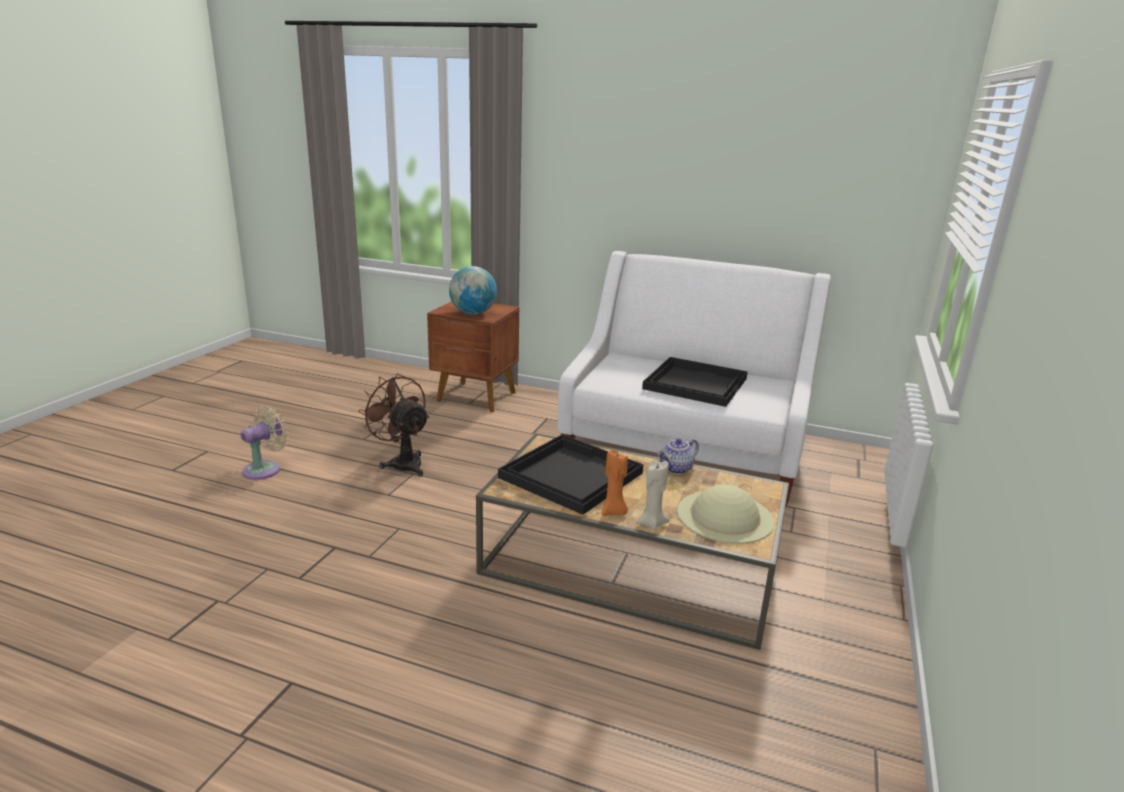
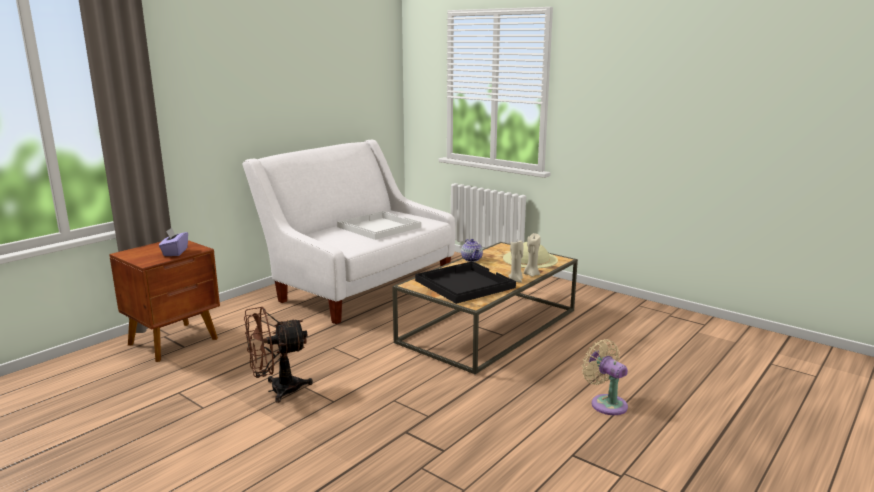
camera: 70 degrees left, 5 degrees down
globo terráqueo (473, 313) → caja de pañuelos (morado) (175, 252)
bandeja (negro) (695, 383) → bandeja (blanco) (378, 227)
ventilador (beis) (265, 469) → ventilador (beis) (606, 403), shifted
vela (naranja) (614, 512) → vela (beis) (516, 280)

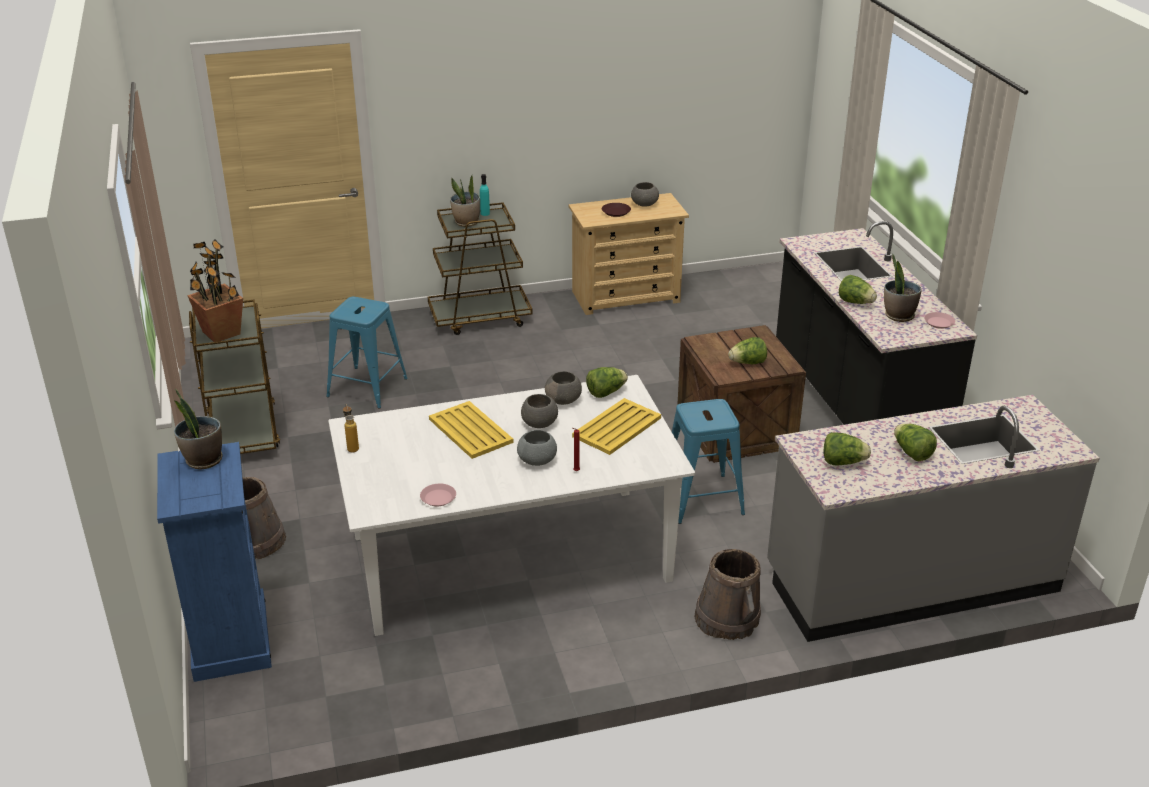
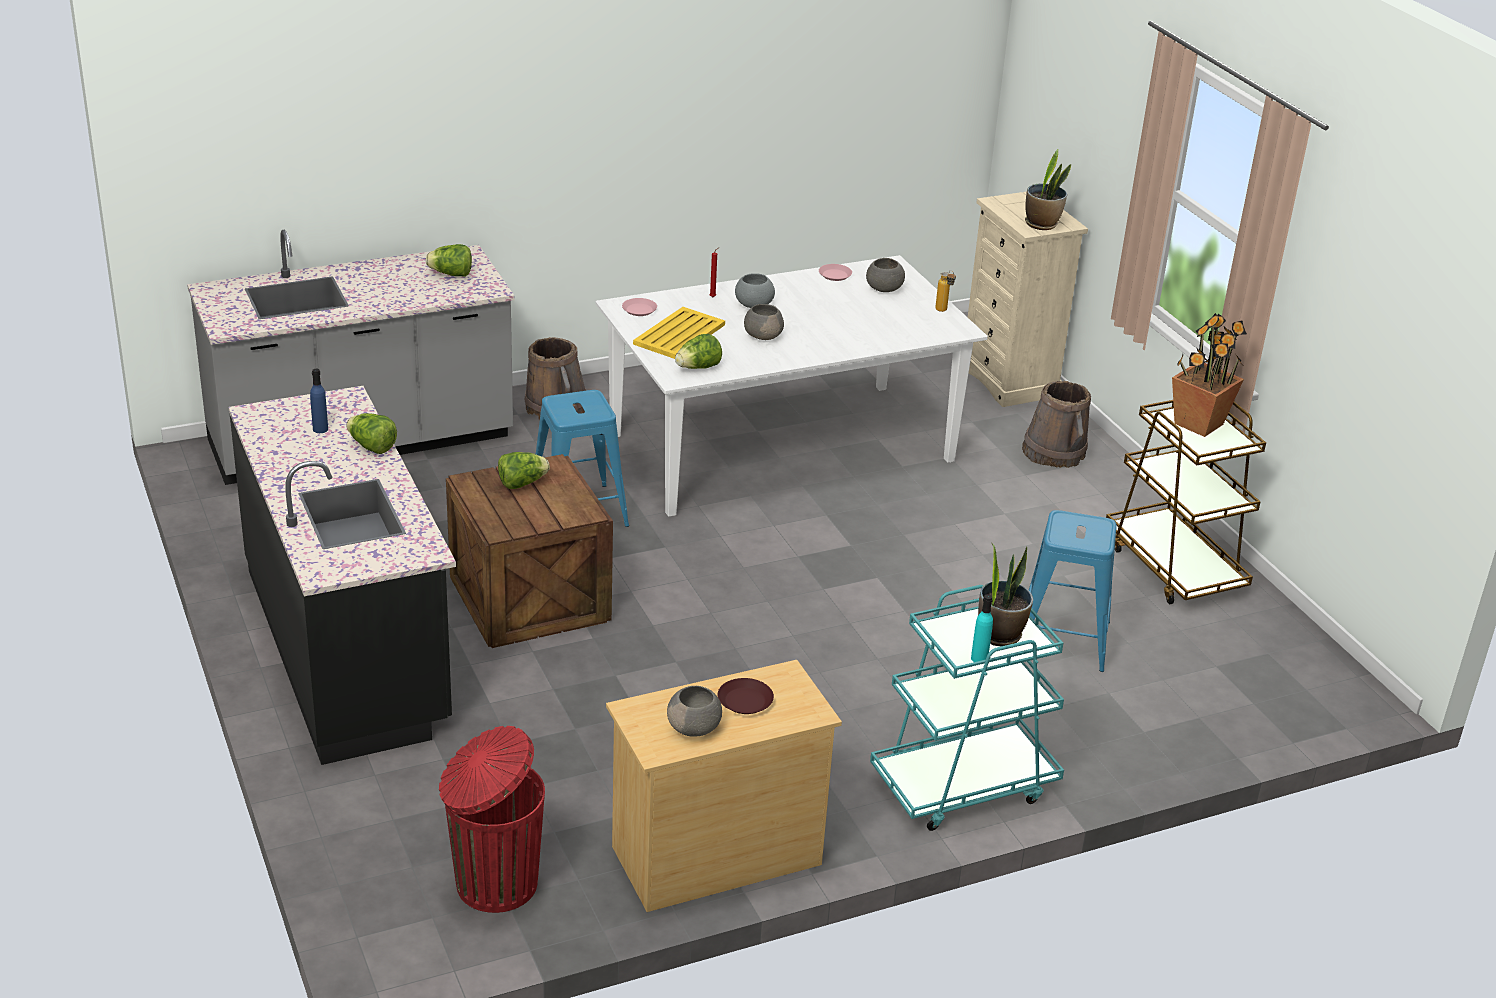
camera: 170 degrees right, 0 degrees up
carrito (marrón) (480, 318) → carrito (turquesa) (963, 785)
planta en maceta (898, 315) → botella (azul) (320, 429)
plato (rosa) (938, 323) → plato (rosa) (639, 310), shifted
cuenco (gris) (564, 400) → cuenco (gris) (883, 288), shifted
bandeja (amarillo) (470, 431) → -
lechuga (912, 453) → -
cómoda (azul) (230, 639) → cómoda (beis) (1010, 380)
- → papelera (rojo) (493, 884)

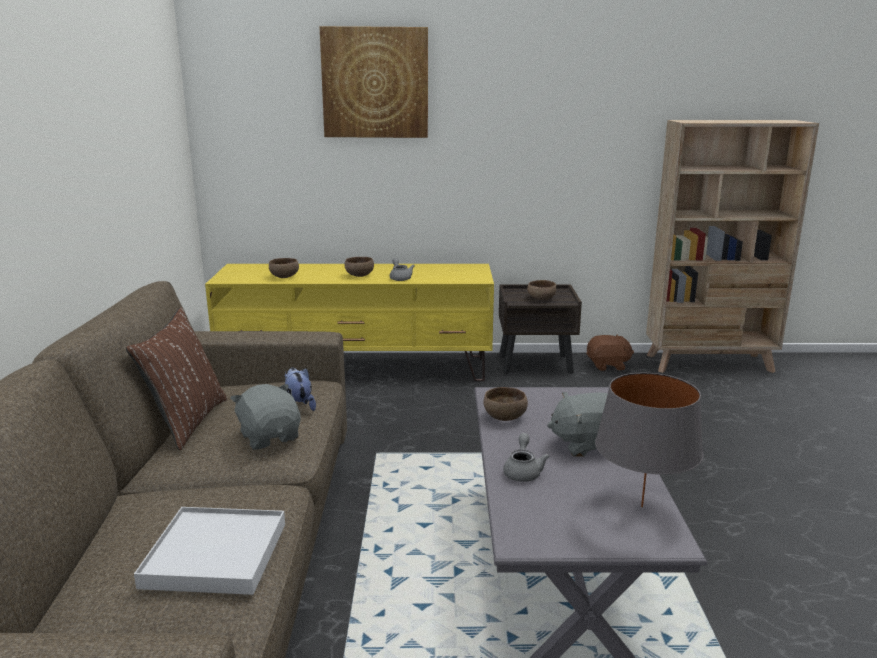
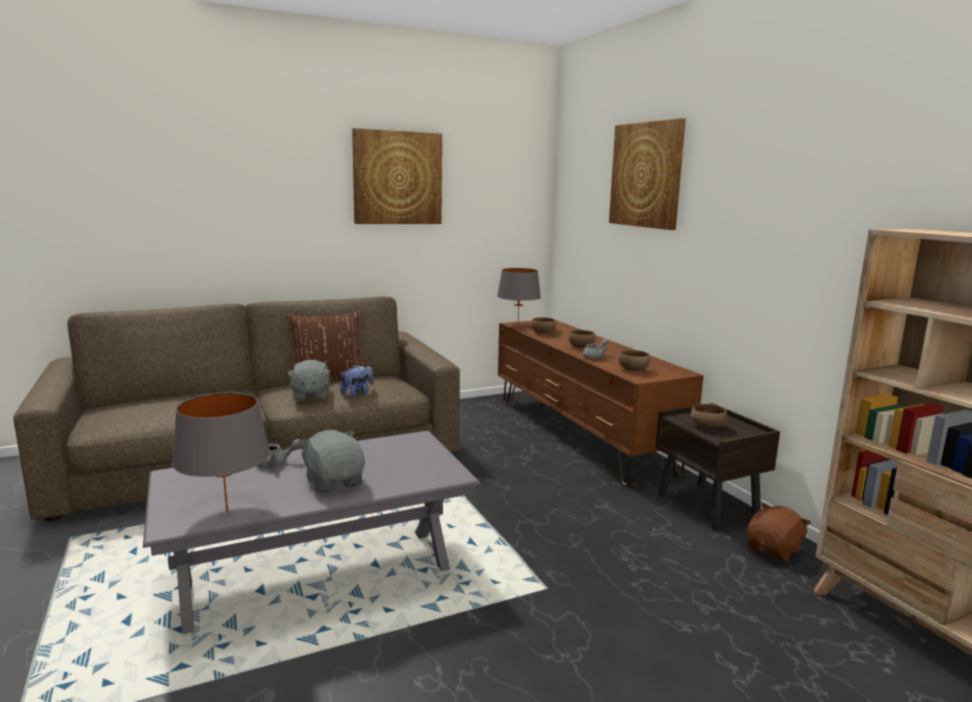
camera: 65 degrees right, 5 degrees down
mueble de televisión (amarillo) (358, 368) → mueble de televisión (marrón) (581, 434)
peluche (marrón) (608, 366) → peluche (marrón) (774, 550), 105 degrees counterclockwise
peluche (gris) (270, 437) → peluche (gris) (310, 396), 135 degrees clockwise
cuenco (marrón) (504, 417) → cuenco (marrón) (633, 369), shifted
bandeja (blanco) (216, 555) → -
- → cuadro (397, 178)
- → lámpara de mesa (gris) (518, 325)

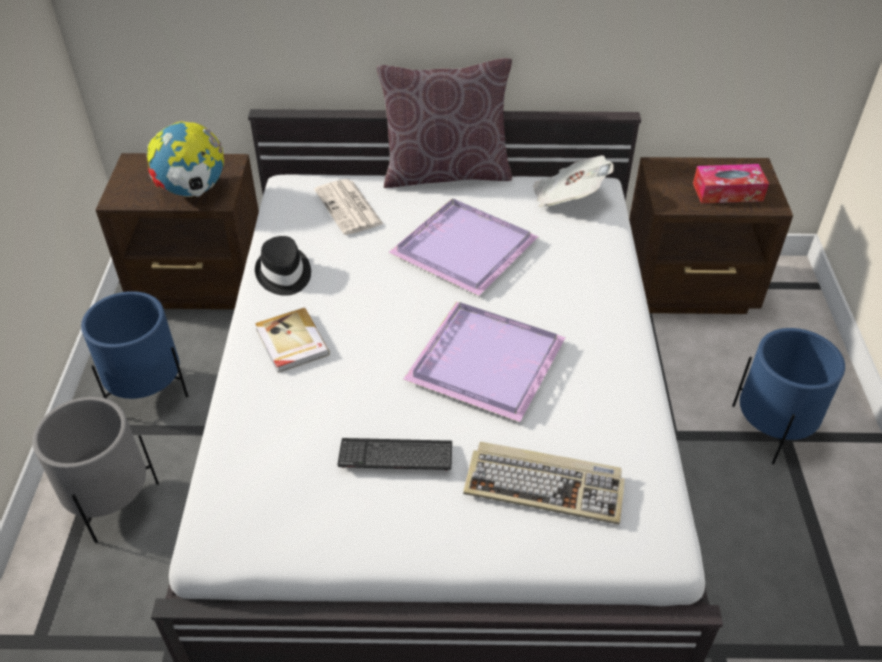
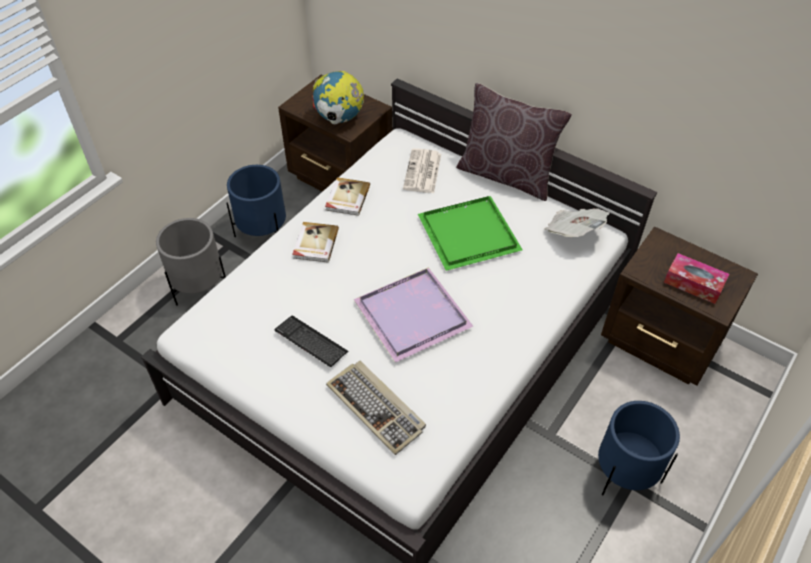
camera: 35 degrees right, 5 degrees up
bandeja (morado) (463, 246) → bandeja (verde) (469, 233)
sombrero (negro) (283, 274) → libro (347, 198)

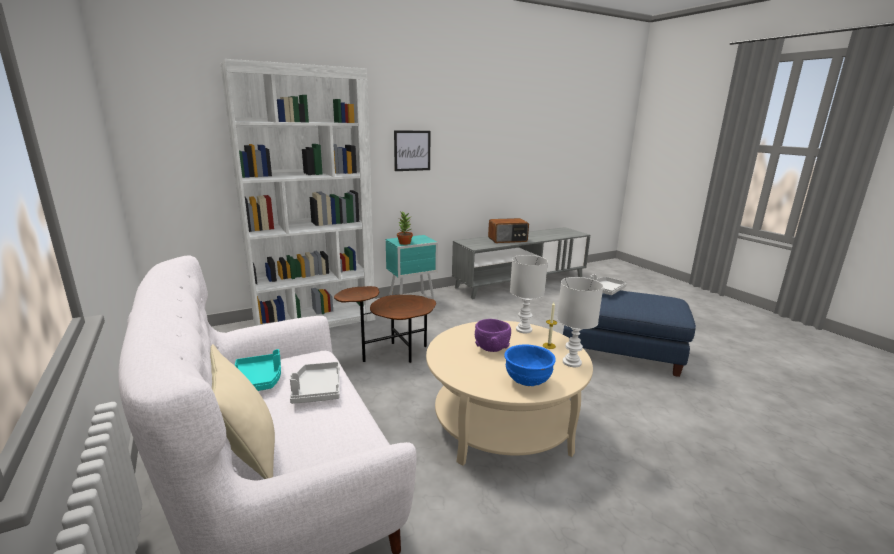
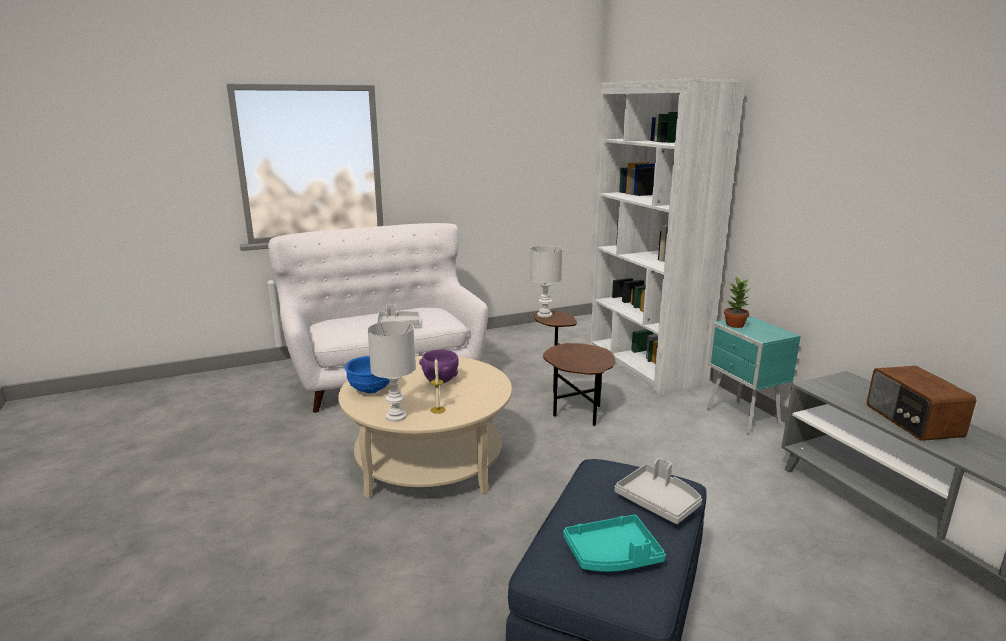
camera: 95 degrees right, 0 degrees up
cuadro (412, 150) → -
lámpara de mesa (blanco) (524, 329) → lámpara de mesa (blanco) (545, 315), shifted
cojín (beis) (249, 455) → -
bandeja (turquesa) (259, 380) → bandeja (turquesa) (613, 555), shifted

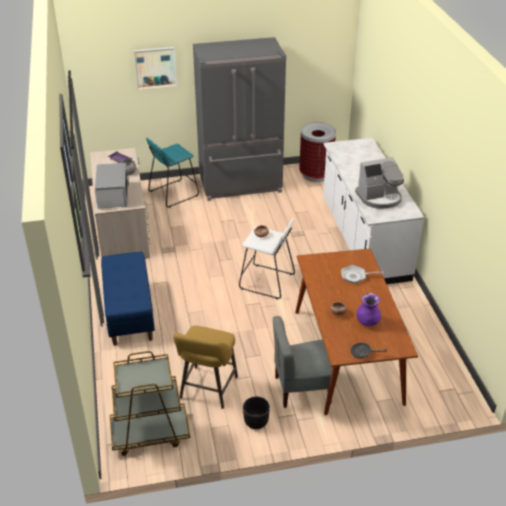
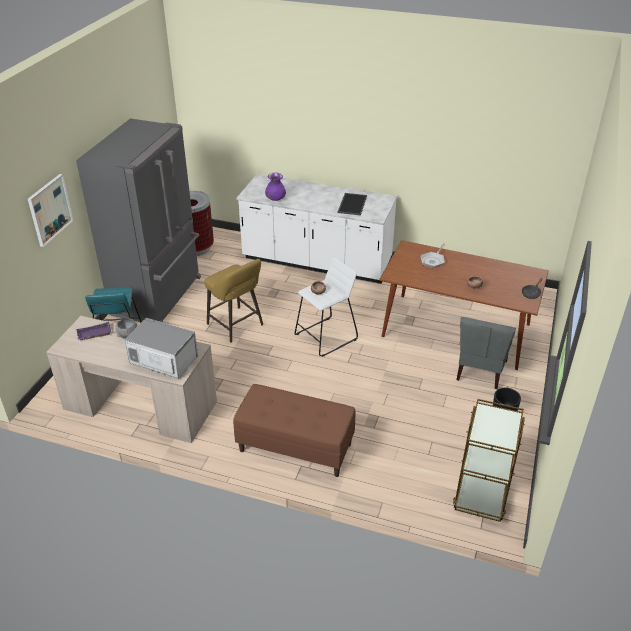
camera: 60 degrees left, 0 degrees up
cafetera (379, 198) → bandeja (351, 204)
banco (azul) (129, 313) → banco (marrón) (294, 448)
florero (morado) (367, 322) → florero (morado) (275, 199), shifted
taburete (amarillo) (207, 390) → taburete (amarillo) (237, 326), shifted

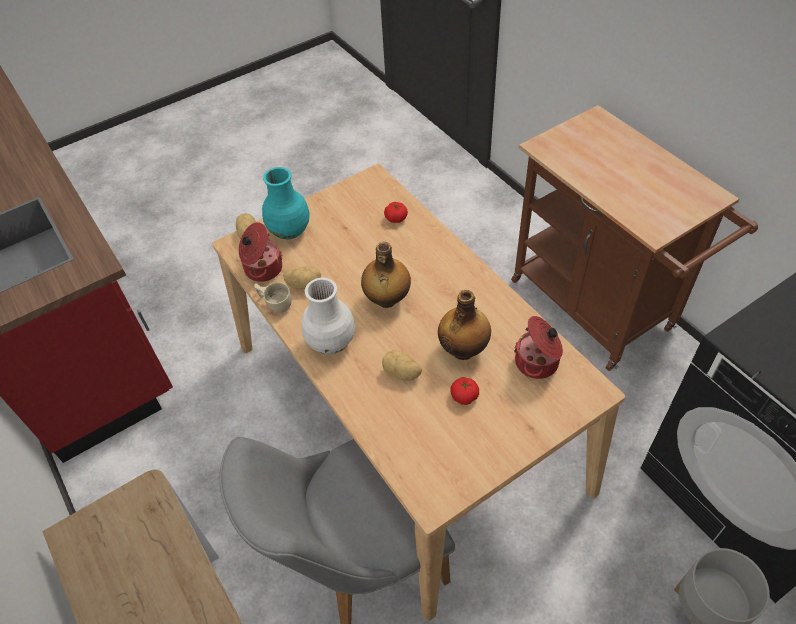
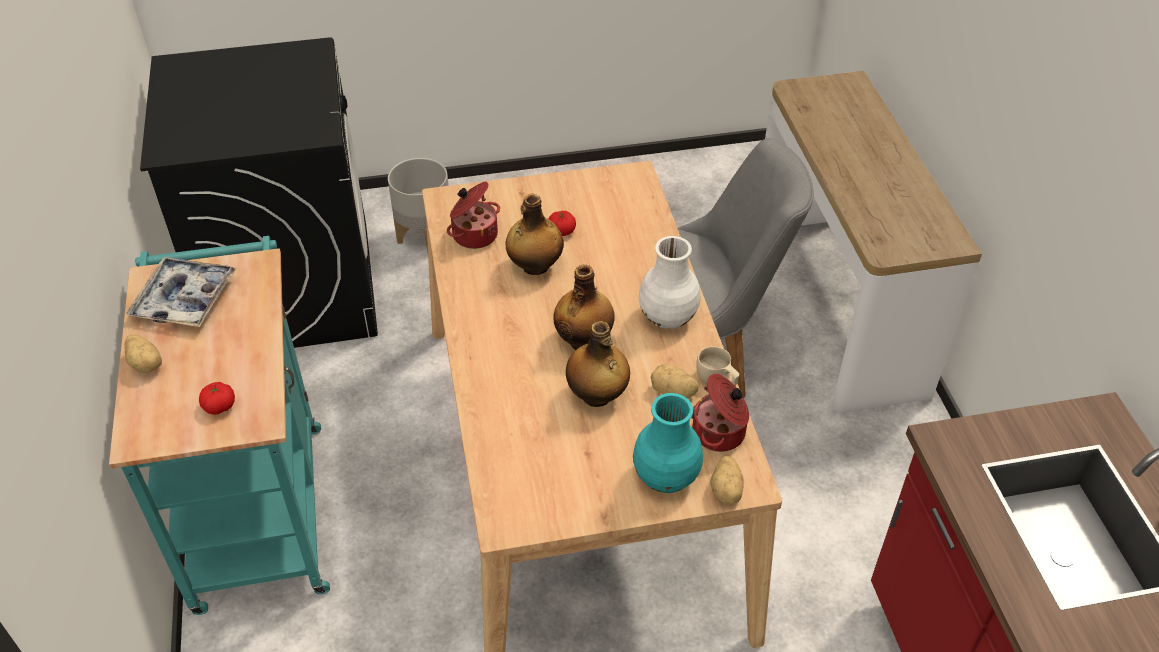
camera: 160 degrees left, 5 degrees down
carrito (marrón) (598, 310) → carrito (turquesa) (258, 503)
tomate (396, 218) → tomate (219, 406), shifted
patata (402, 373) → patata (146, 364), shifted
- → bandeja (184, 299)
- → botella (597, 397)

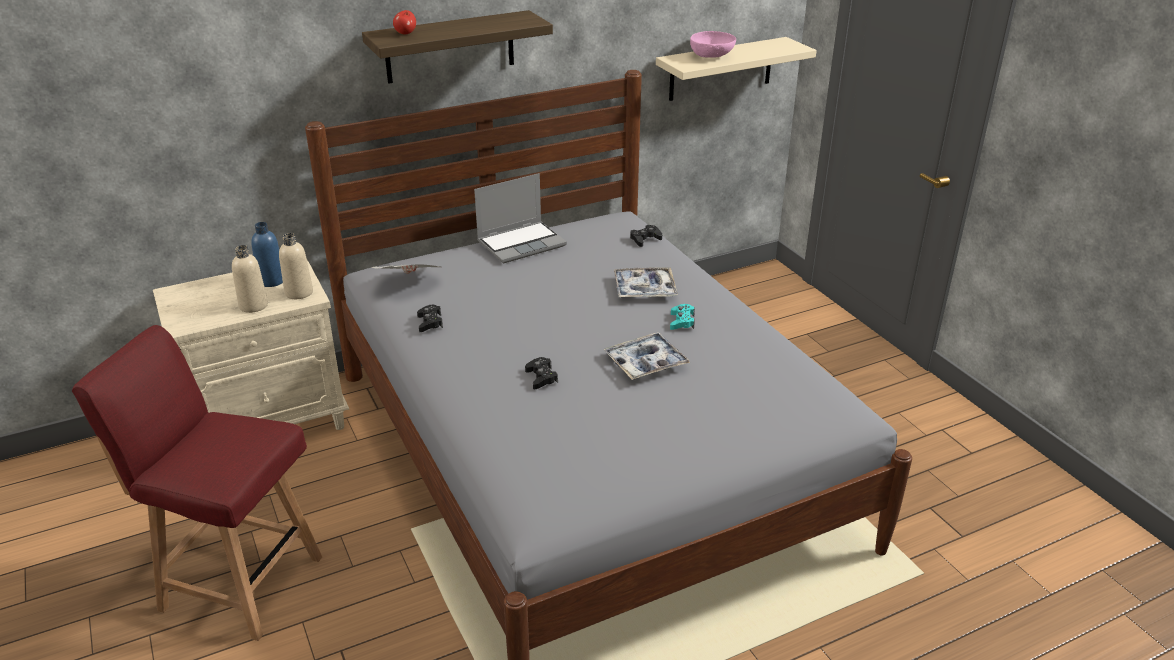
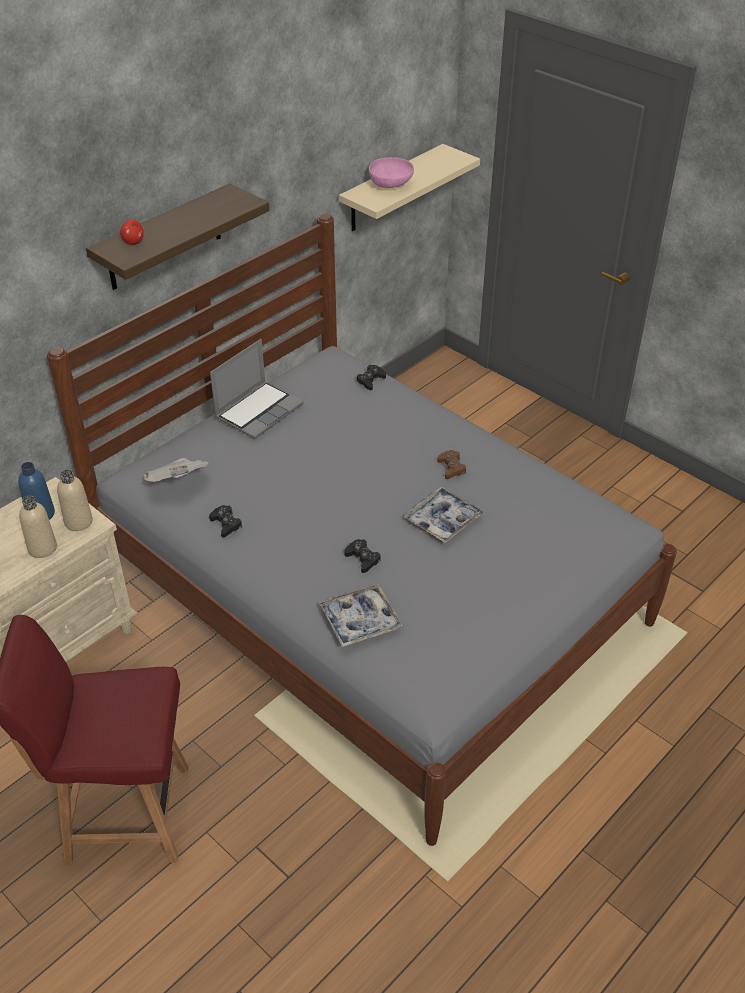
camera: 20 degrees left, 10 degrees up
bandeja (644, 289) → bandeja (360, 621), shifted
mando de consola (turquesa) (682, 322) → mando de consola (marrón) (451, 468)

